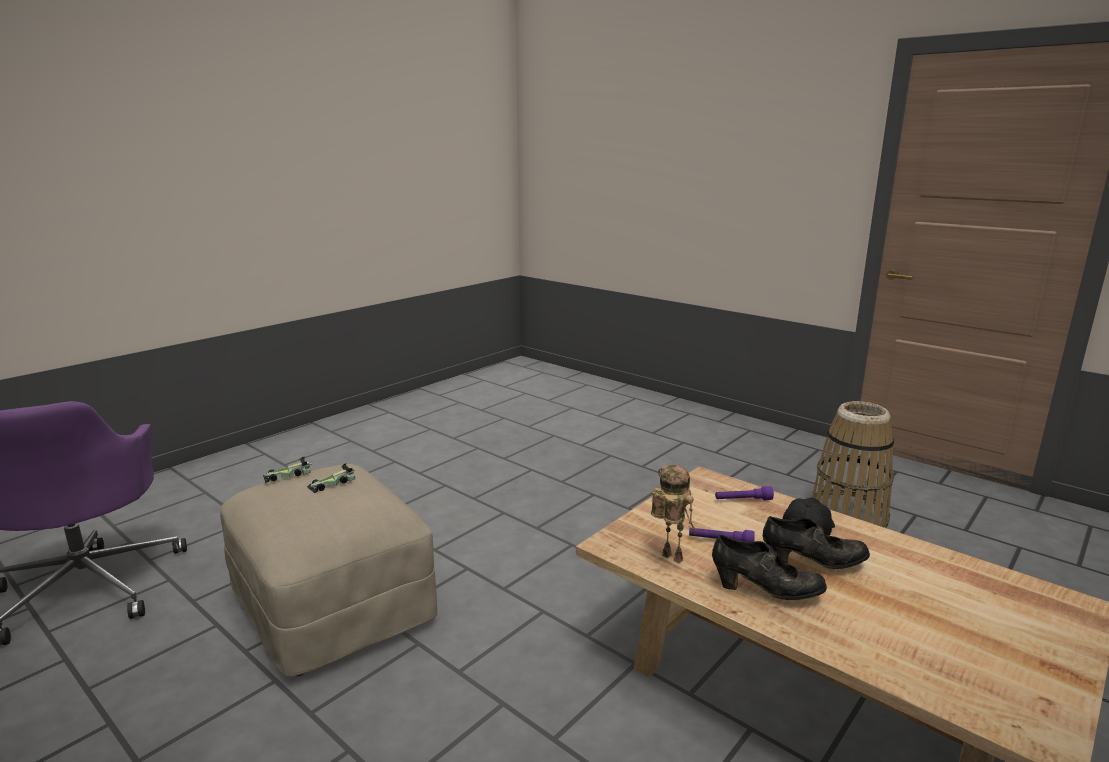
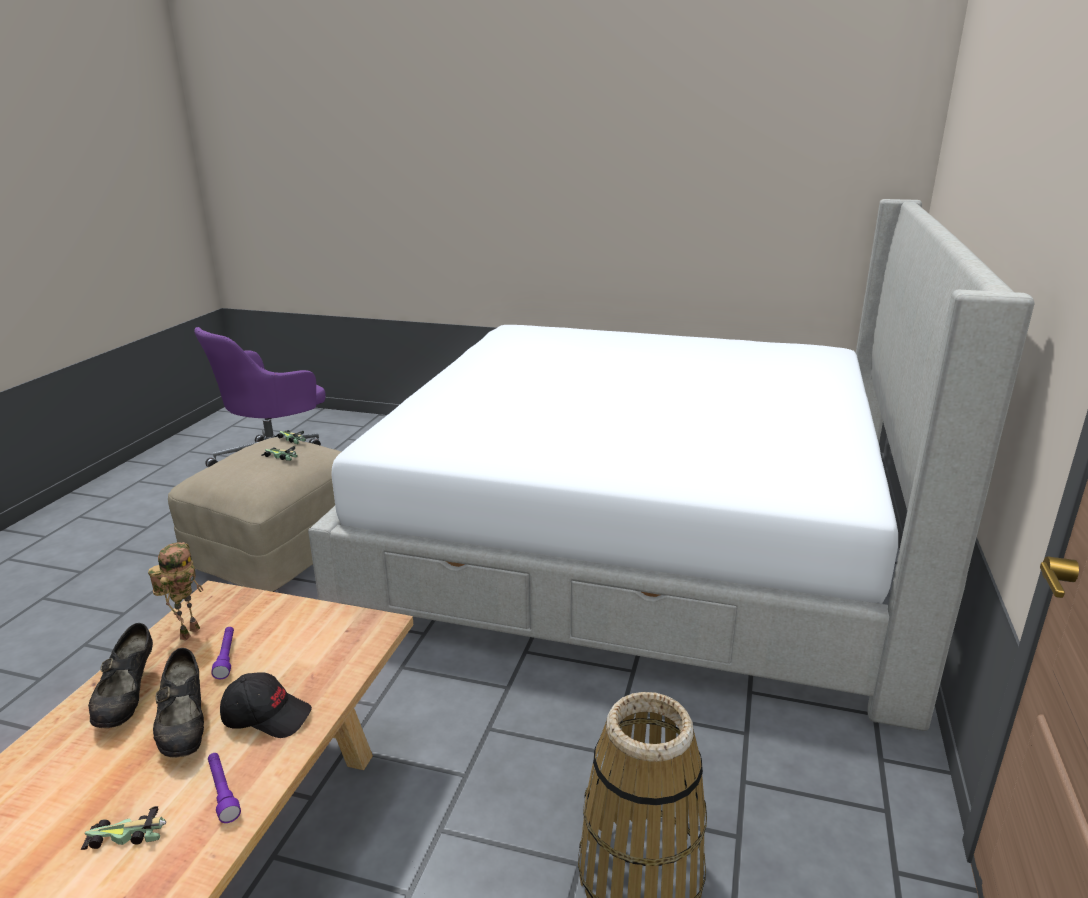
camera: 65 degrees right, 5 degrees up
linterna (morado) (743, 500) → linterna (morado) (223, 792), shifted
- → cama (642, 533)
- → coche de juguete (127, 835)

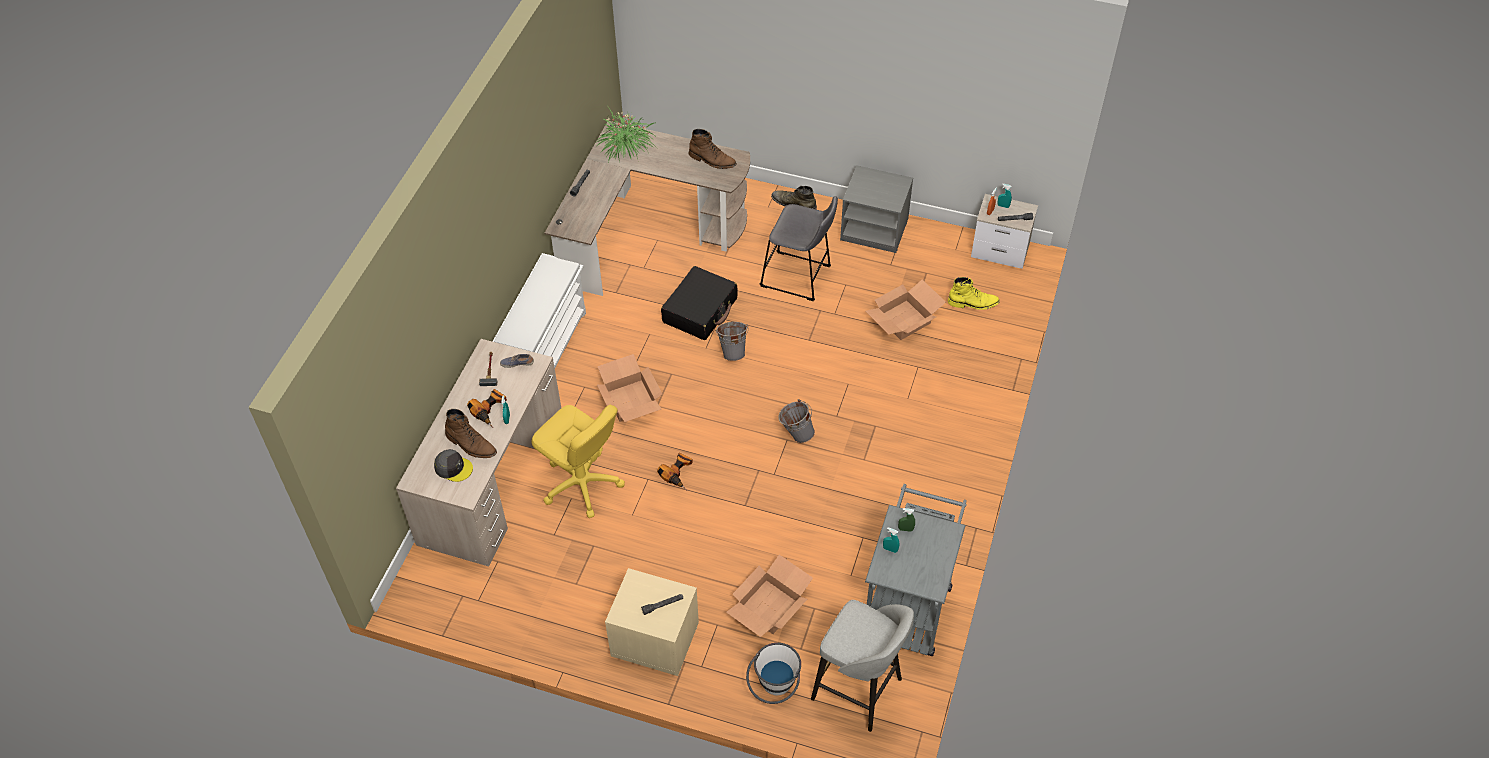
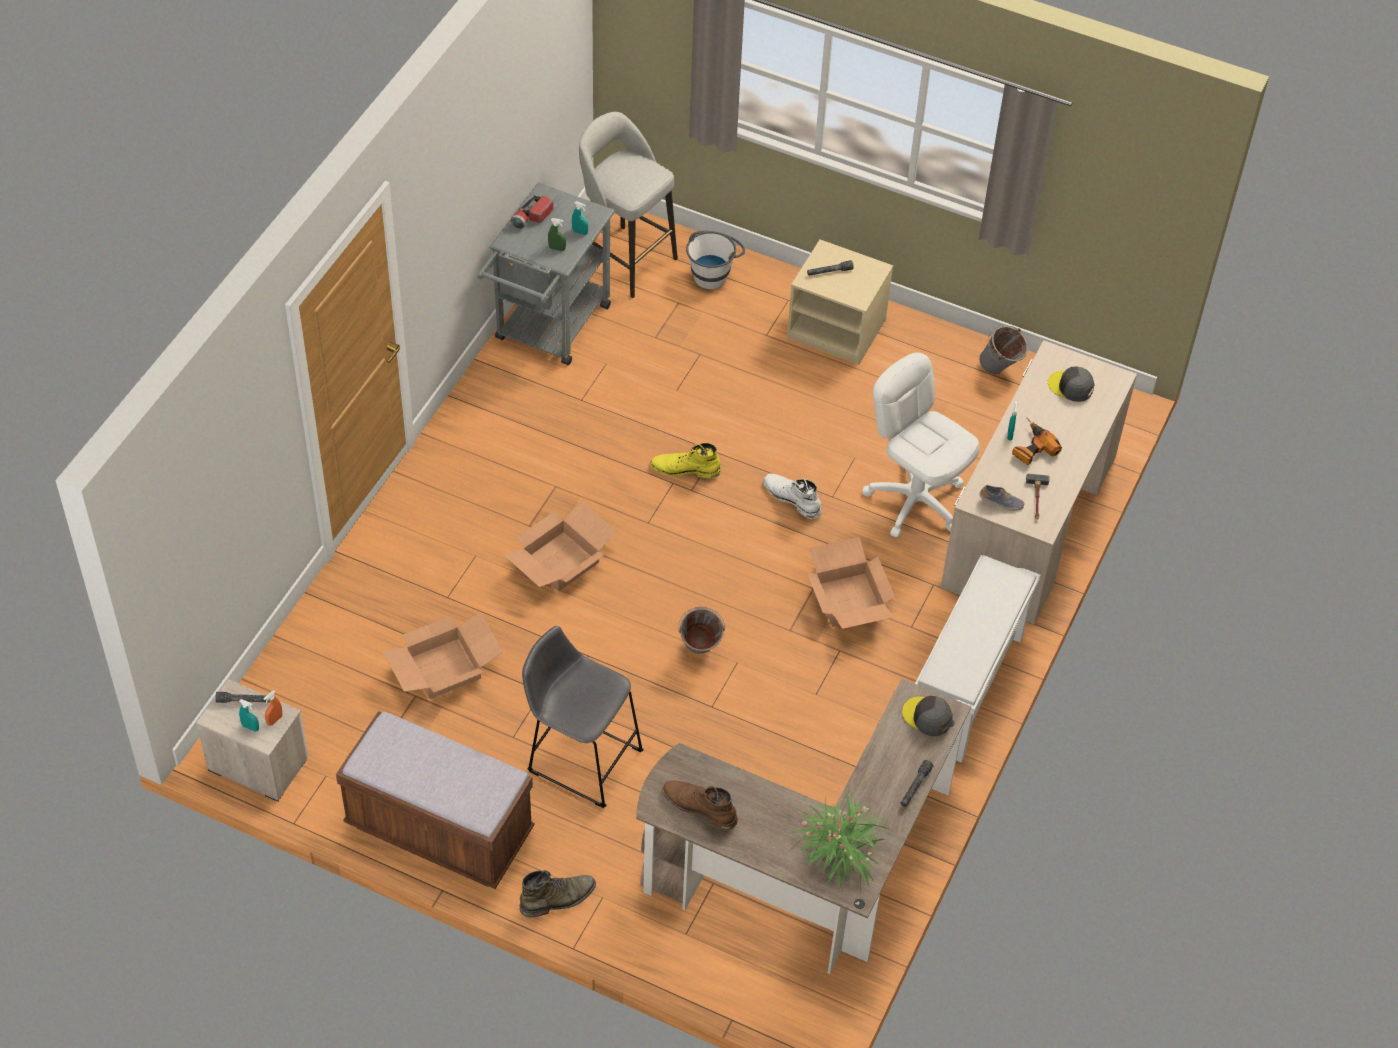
camera: 175 degrees left, 0 degrees up
mesita de noche (gris) (875, 229) → banco (marrón) (439, 829)
bota (verde) (794, 203) → bota (verde) (558, 898), 60 degrees counterclockwise
maleta (negro) (700, 310) → -
bota (amarillo) (973, 303) → bota (amarillo) (685, 469), shifted
cubo (gris) (796, 434) → cubo (gris) (1000, 369), shifted
silla de oficina (amarillo) (582, 484) → silla de oficina (blanco) (915, 500)
bota (marrón) (471, 444) → -
taladro (679, 473) → bota (blanco) (792, 498)
caja de cartón (769, 605) → caja de cartón (561, 562), shifted
- → linterna (532, 217)
- → gorra (gris) (927, 717)

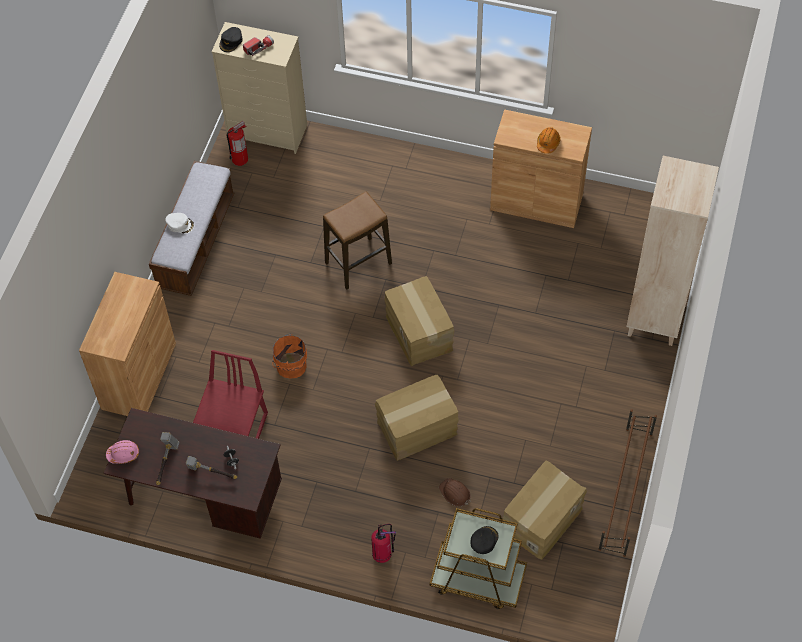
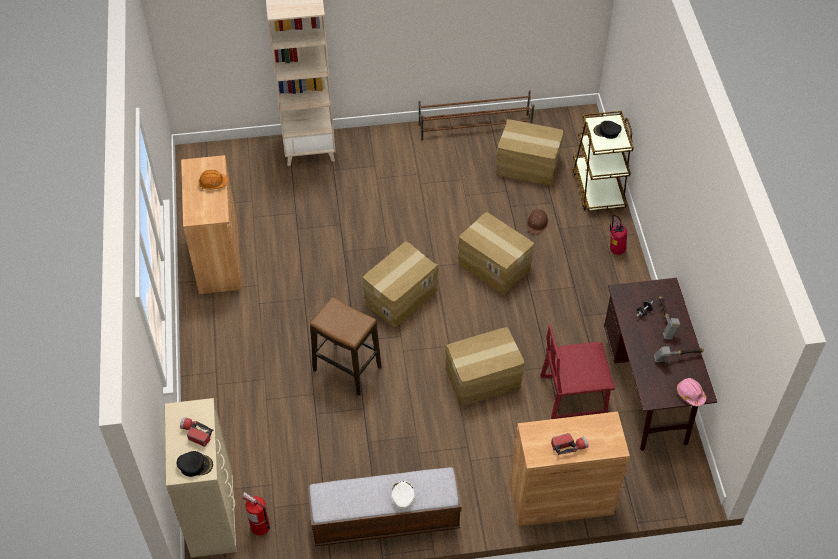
camera: 115 degrees left, 5 degrees down
cubo (naranja) (290, 365) → caja de cartón (483, 379)
- → linterna (569, 446)

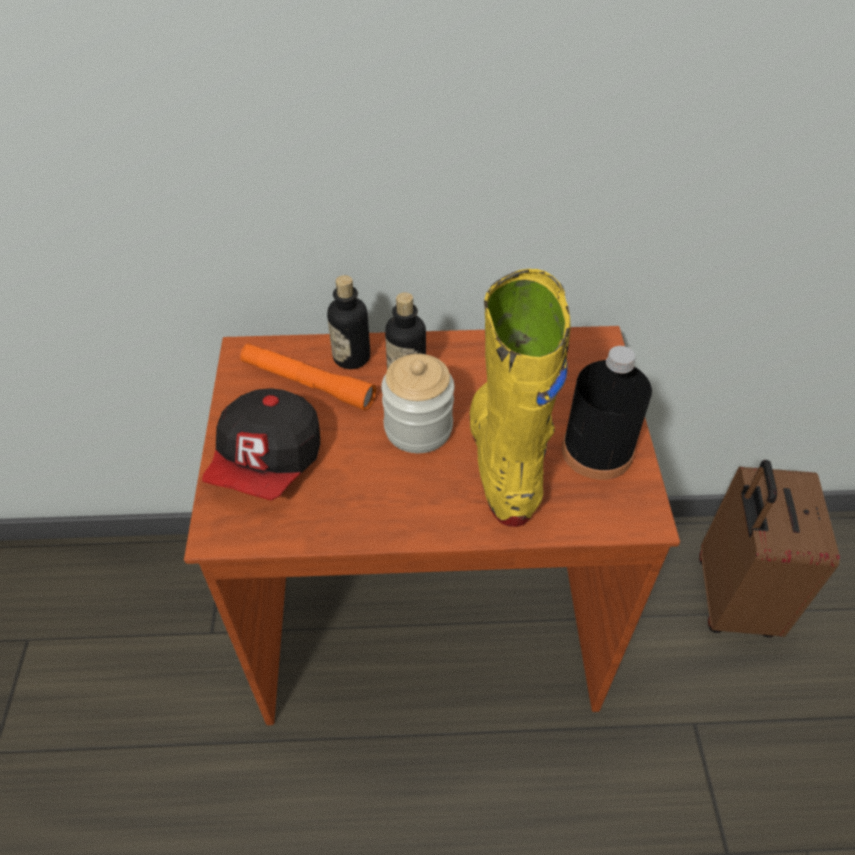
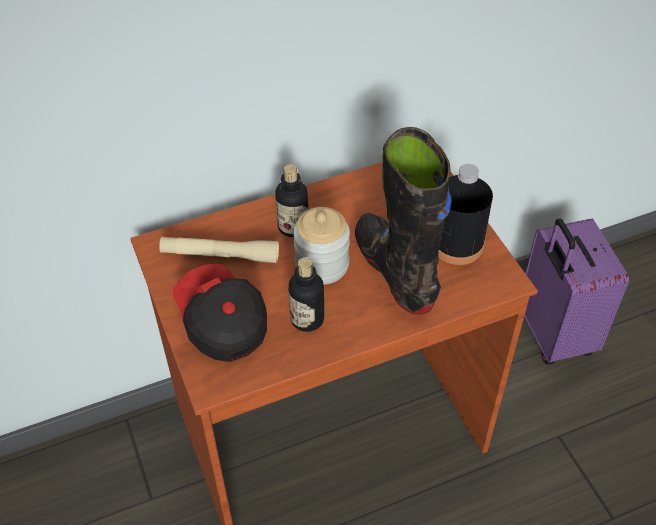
camera: 20 degrees left, 0 degrees up
bota (amarillo) (503, 462) → bota (negro) (395, 271)
botella (351, 357) → botella (307, 319), shifted
linterna (naranja) (308, 383) → linterna (beis) (220, 255)
gorra (268, 462) → gorra (221, 323), 150 degrees clockwise
maleta (marrón) (731, 597) → maleta (morado) (552, 335)

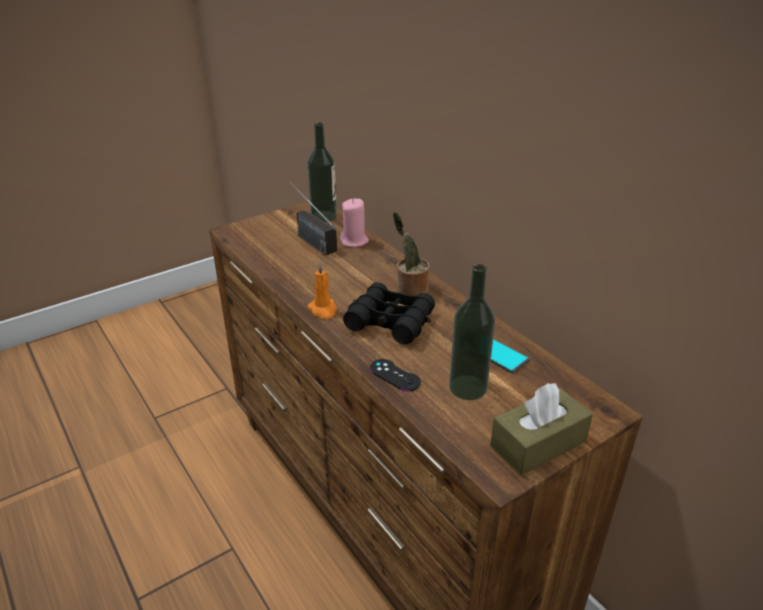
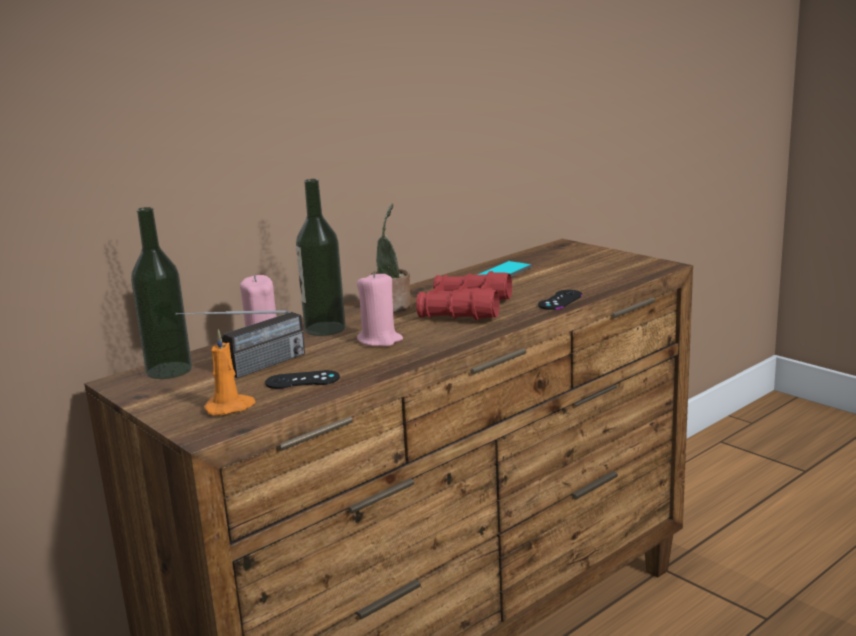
camera: 95 degrees left, 15 degrees down
vela (naranja) (323, 310) → vela (naranja) (230, 407), shifted
botella (468, 387) → botella (325, 329), shifted
prismáticos (negro) (390, 322) → prismáticos (rojo) (465, 309)
caja de pañuelos (marrón) (538, 443) → -
- → vela (rosa) (380, 340)
- → mando de consola (negro) (302, 380)

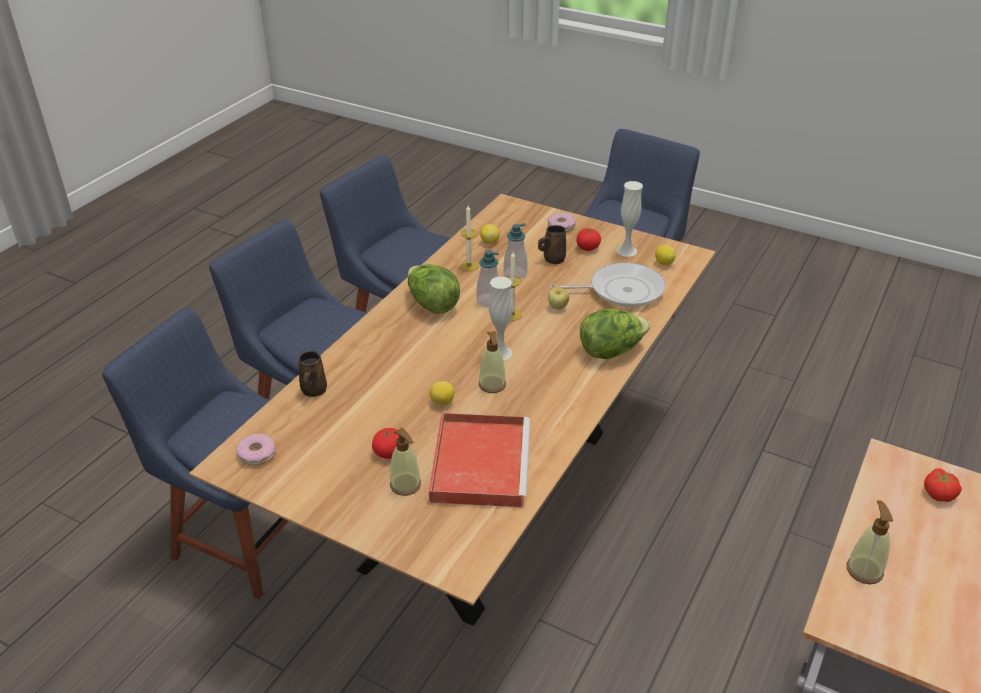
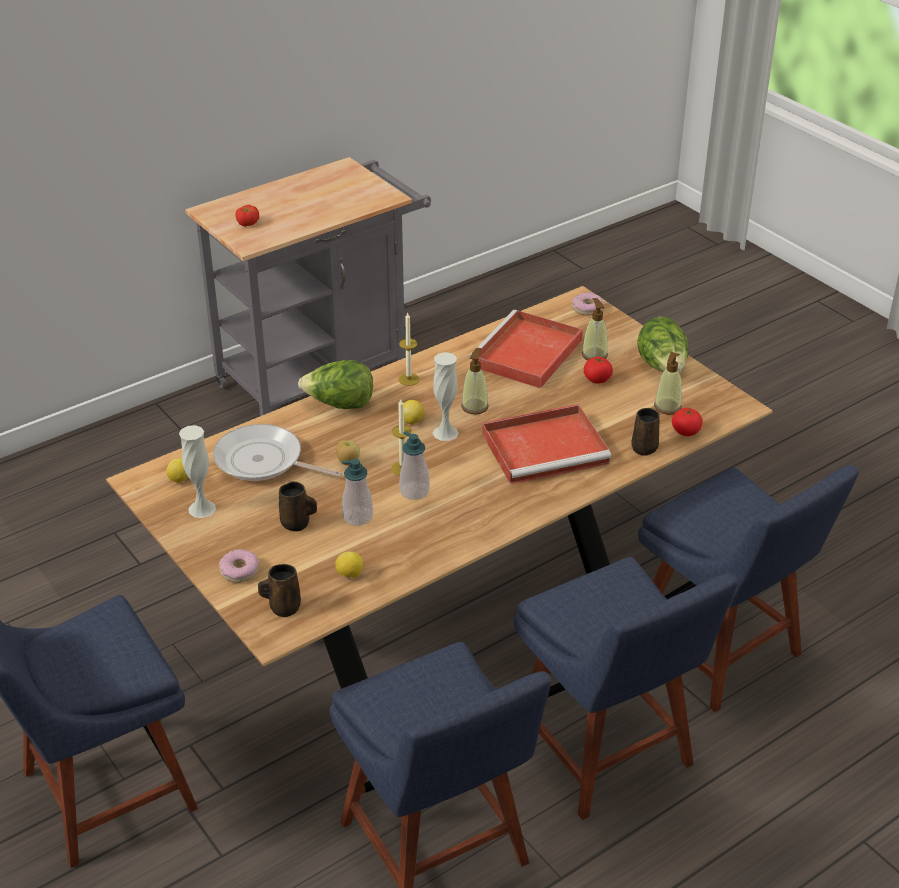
camera: 155 degrees left, 0 degrees up
vela (469, 266) → vela (409, 379), shifted
tomate (588, 248) → tomate (685, 431), shifted
lechuga (432, 304) → lechuga (662, 367), shifted
limón (442, 402) → limón (412, 421), shifted
rosquilla (257, 454) → rosquilla (587, 308), shifted
dispensador de jabón (864, 570) → dispensador de jabón (667, 407), shifted
- → bandeja (rojo) (547, 448)
- → taza grande (marrón) (283, 607)

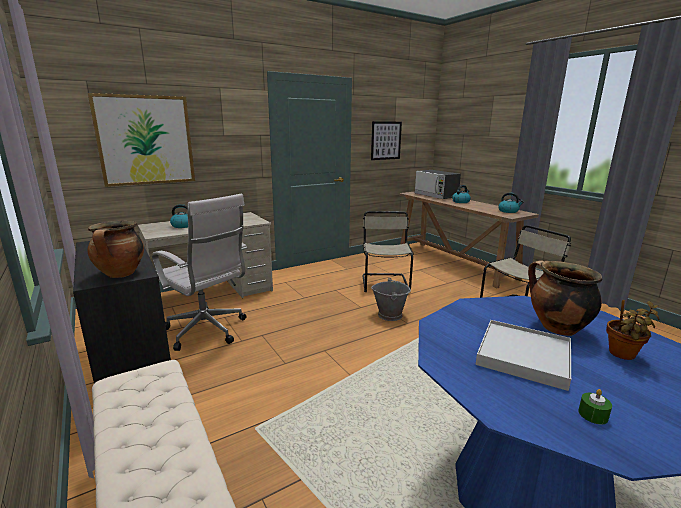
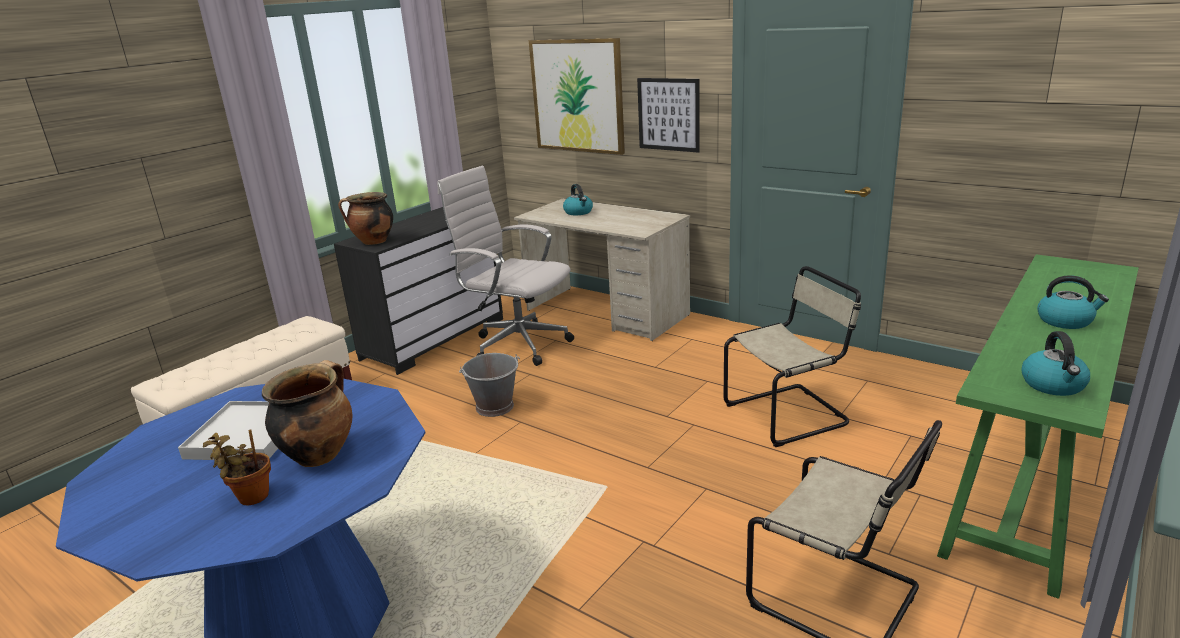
camera: 70 degrees right, 5 degrees up
cuadro (386, 140) → cuadro (668, 114), shifted
microondas (436, 196) → -
mesa consola (marrón) (454, 263) → mesa consola (verde) (1030, 474)
silla de oficina (blanco) (208, 331) → silla de oficina (blanco) (517, 344), 105 degrees clockwise
cubo (gris) (390, 315) → cubo (gris) (495, 407), shifted
vela (verde) (593, 415) → -

